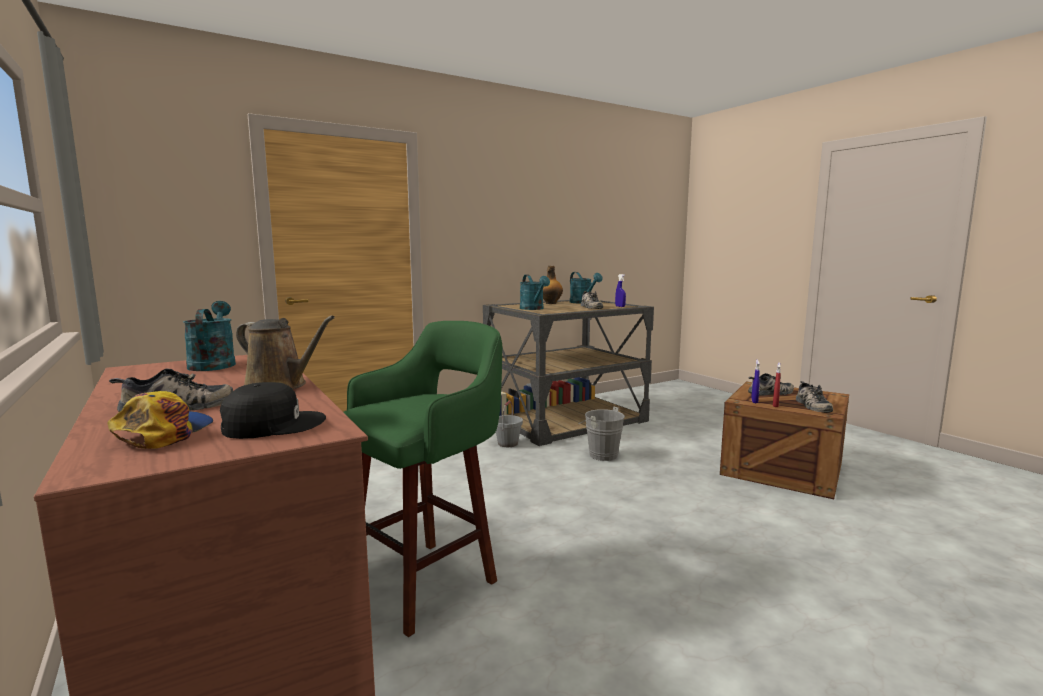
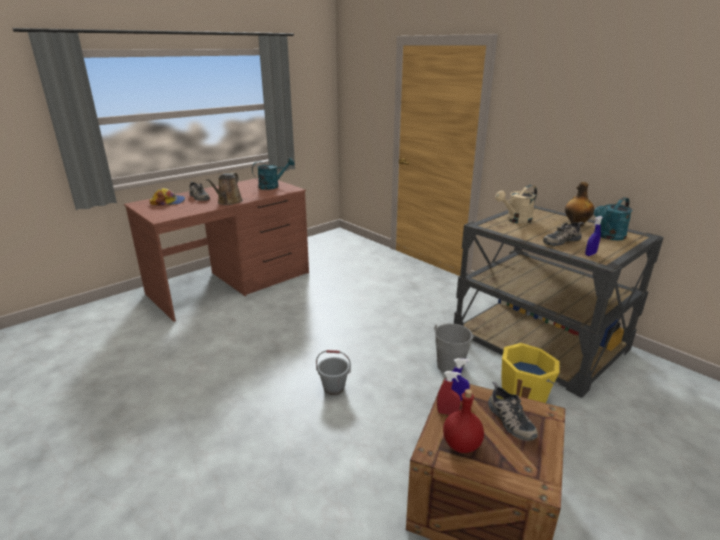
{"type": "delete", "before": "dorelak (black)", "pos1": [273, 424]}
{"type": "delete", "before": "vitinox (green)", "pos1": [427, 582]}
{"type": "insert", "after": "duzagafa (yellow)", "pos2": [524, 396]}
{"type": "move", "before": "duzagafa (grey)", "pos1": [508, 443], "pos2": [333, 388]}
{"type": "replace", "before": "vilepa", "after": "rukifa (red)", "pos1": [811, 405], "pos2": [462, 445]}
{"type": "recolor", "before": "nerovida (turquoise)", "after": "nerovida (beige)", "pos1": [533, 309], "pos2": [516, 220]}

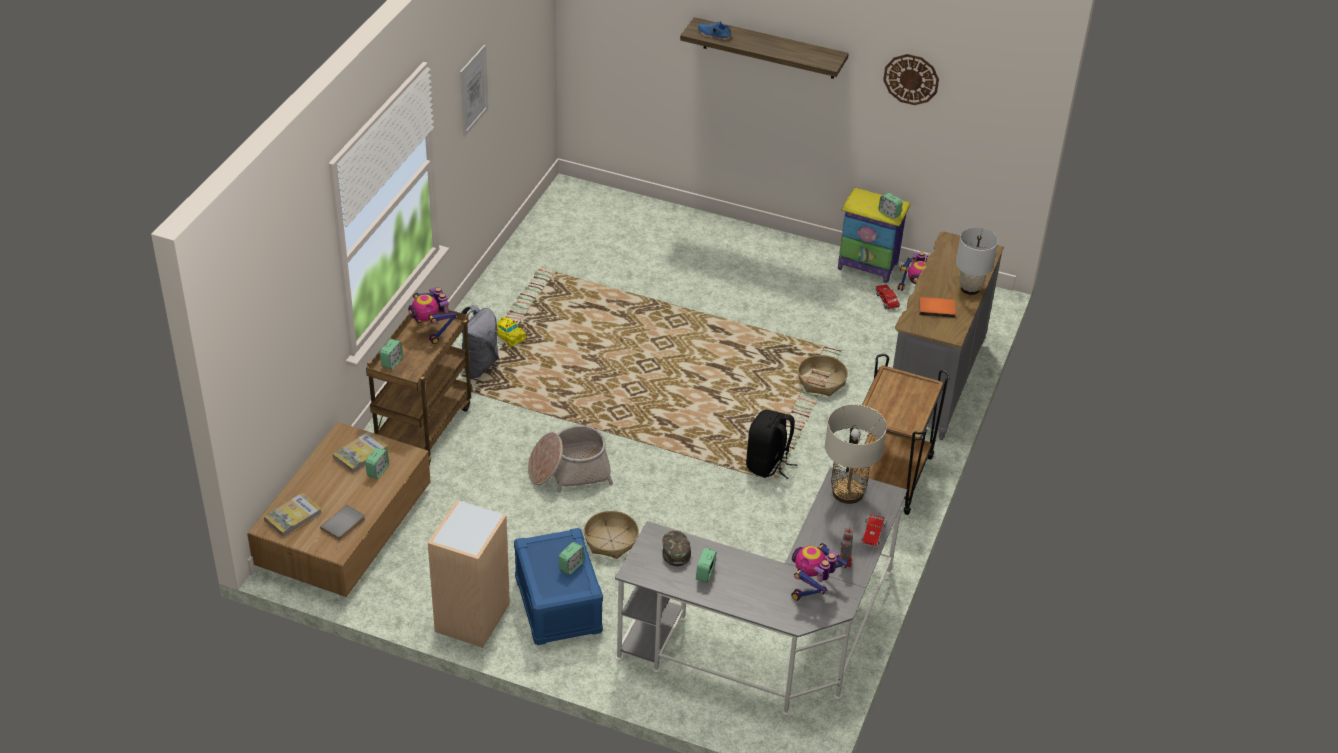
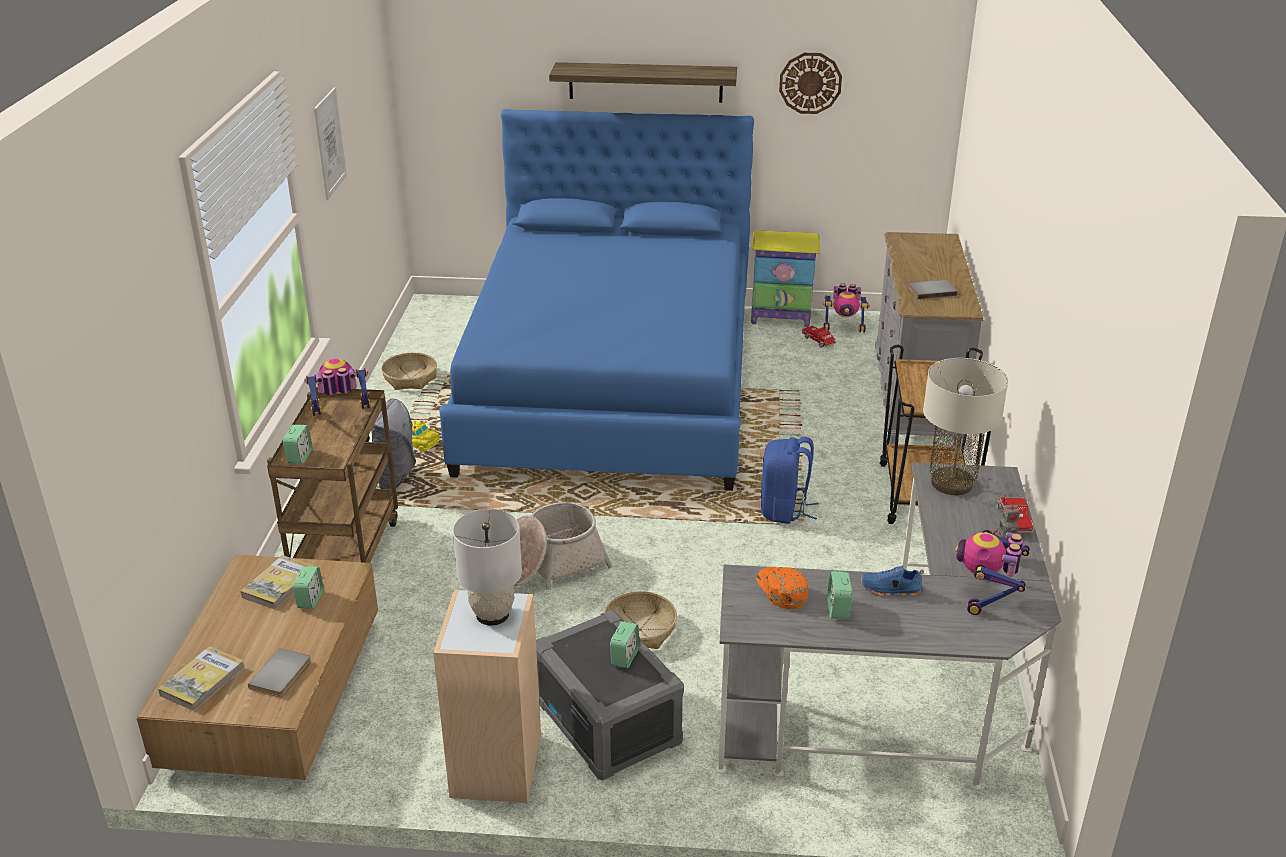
{"type": "delete", "before": "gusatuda", "pos1": [889, 213]}
{"type": "insert", "after": "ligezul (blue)", "pos2": [612, 383]}
{"type": "move", "before": "vilepa (blue)", "pos1": [714, 35], "pos2": [891, 590]}
{"type": "move", "before": "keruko", "pos1": [821, 381], "pos2": [410, 378]}
{"type": "move", "before": "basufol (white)", "pos1": [970, 288], "pos2": [492, 614]}
{"type": "recolor", "before": "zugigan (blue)", "after": "zugigan (grey)", "pos1": [559, 605], "pos2": [608, 722]}
{"type": "recolor", "before": "dorelak (green)", "after": "dorelak (orange)", "pos1": [675, 549], "pos2": [781, 589]}
{"type": "recolor", "before": "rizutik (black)", "after": "rizutik (blue)", "pos1": [768, 464], "pos2": [784, 510]}
{"type": "recolor", "before": "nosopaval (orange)", "after": "nosopaval (grey)", "pos1": [937, 308], "pos2": [931, 290]}
{"type": "rotate", "before": "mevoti", "pos1": [432, 329], "pos2": [341, 415], "turn": 120}

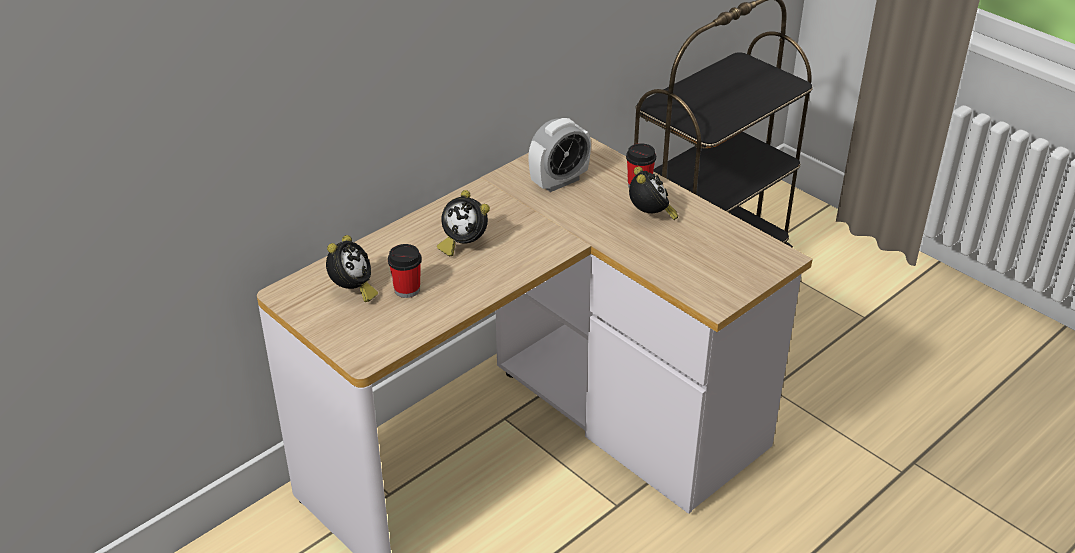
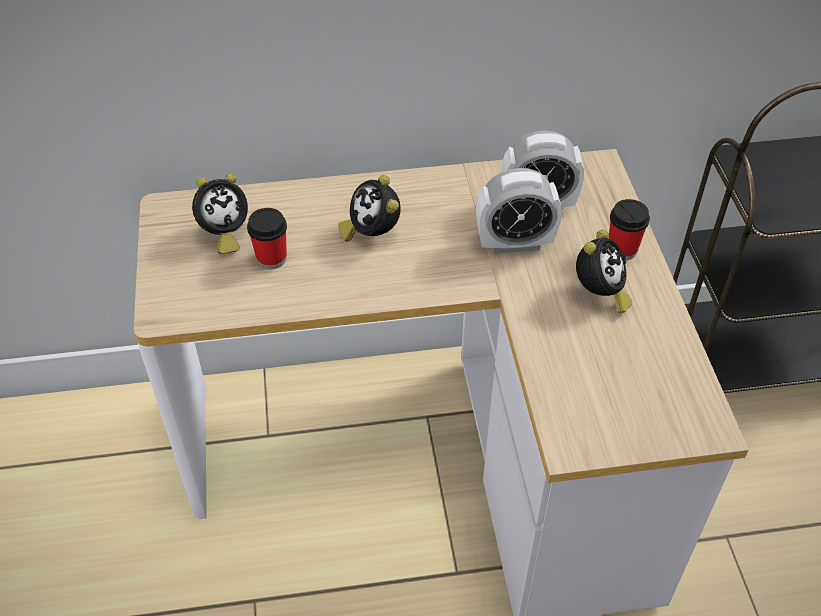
{"type": "insert", "after": "gusatuda", "pos2": [514, 243]}

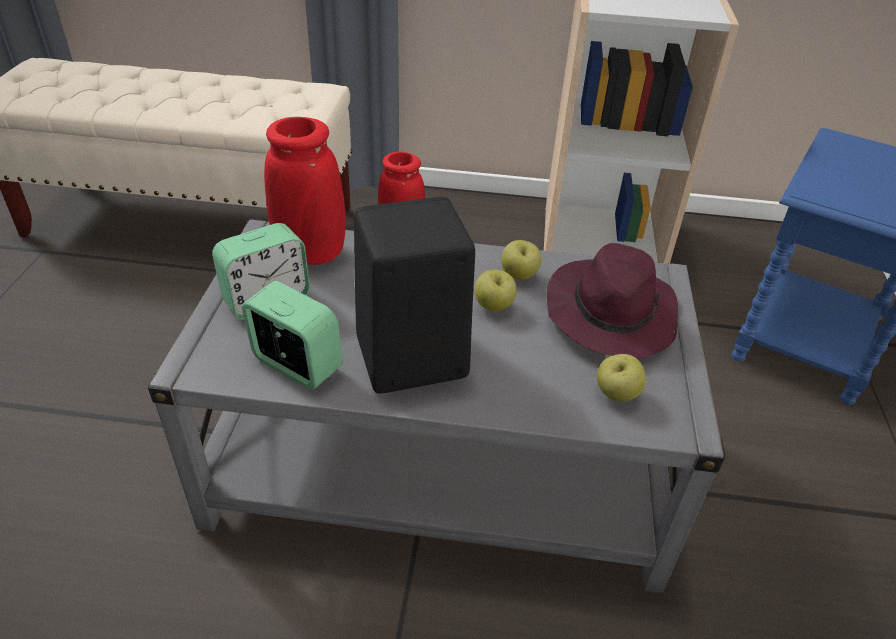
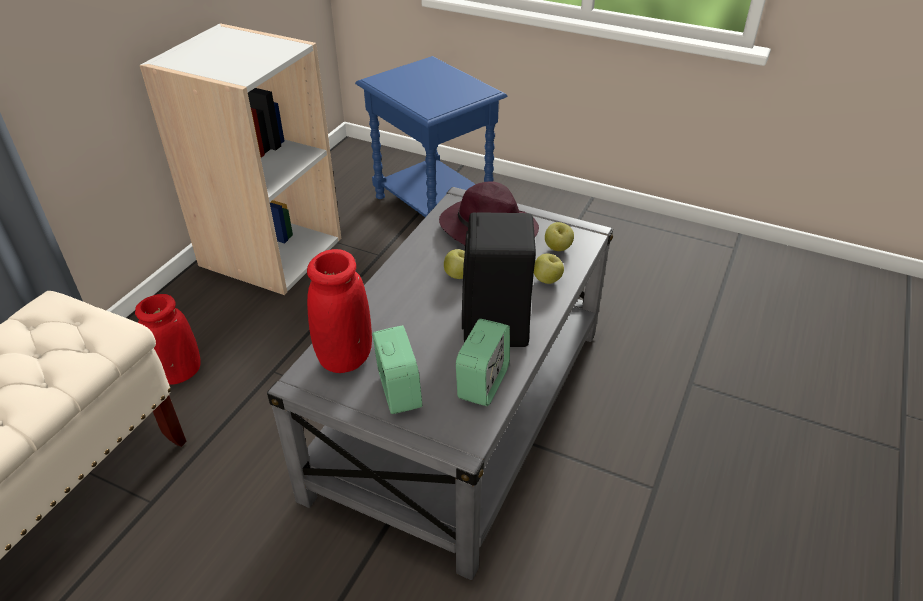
{"type": "move", "before": "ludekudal", "pos1": [519, 276], "pos2": [547, 280]}
{"type": "rotate", "before": "gusatuda", "pos1": [297, 365], "pos2": [483, 383], "turn": 150}

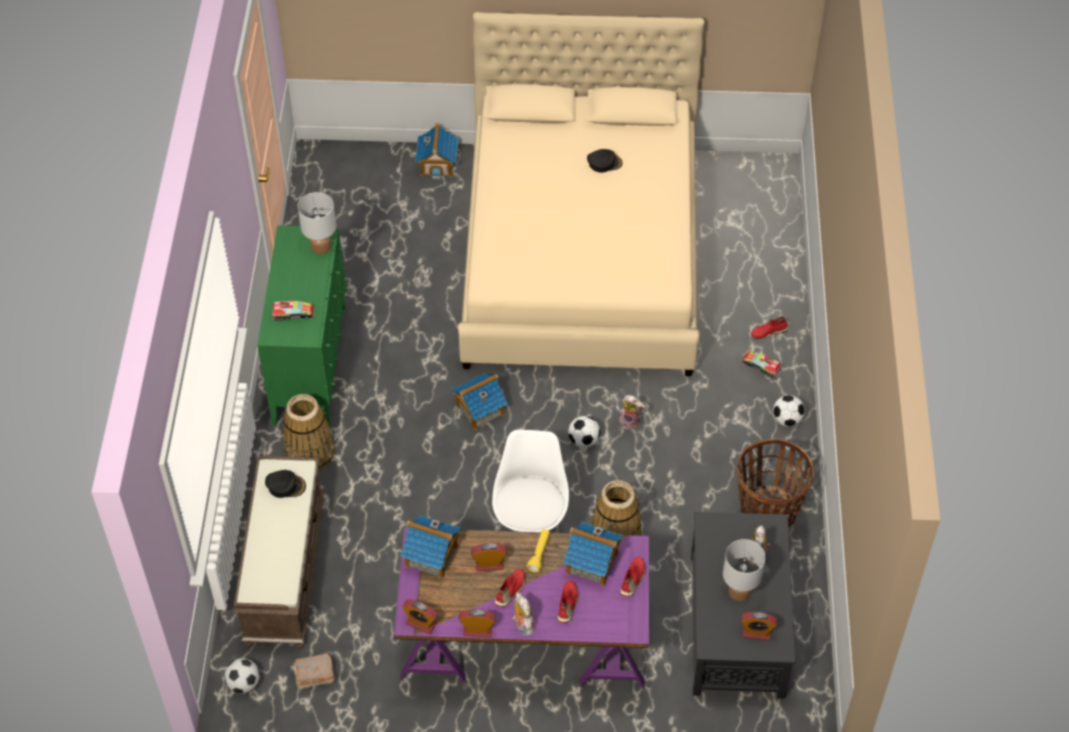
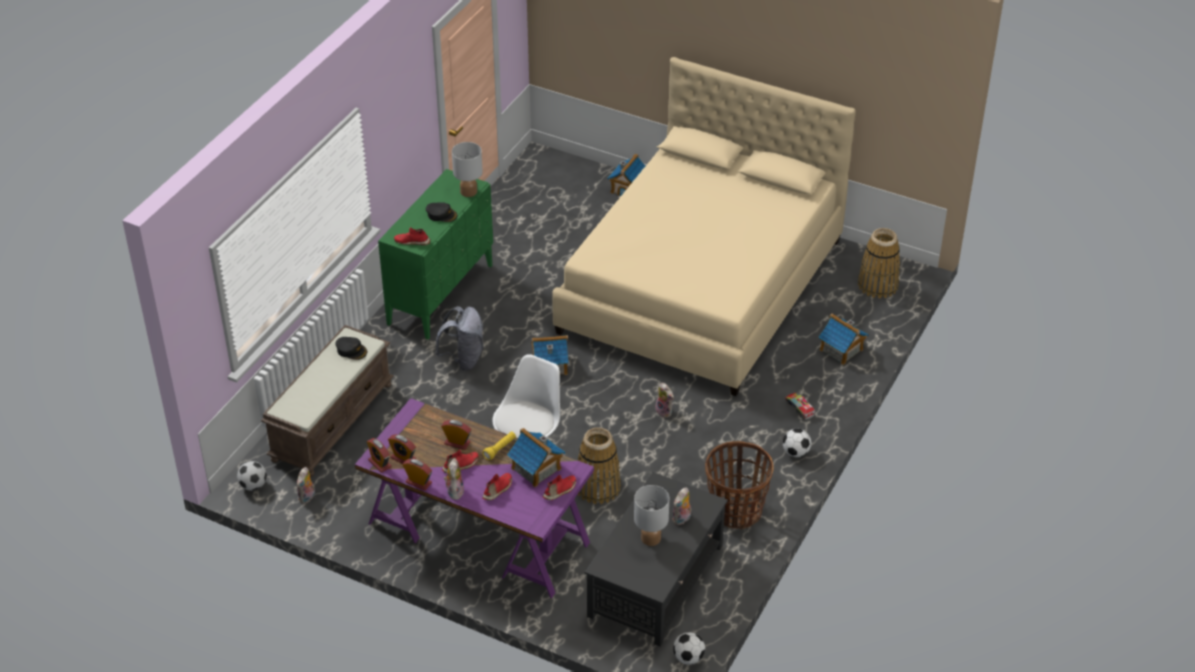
{"type": "delete", "before": "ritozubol", "pos1": [293, 314]}
{"type": "insert", "after": "rizutik (grey)", "pos2": [463, 359]}
{"type": "move", "before": "keruko", "pos1": [310, 453], "pos2": [878, 285]}
{"type": "move", "before": "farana", "pos1": [431, 556], "pos2": [841, 350]}
{"type": "move", "before": "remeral", "pos1": [584, 441], "pos2": [688, 658]}
{"type": "move", "before": "dorelak (black)", "pos1": [604, 163], "pos2": [441, 214]}
{"type": "move", "before": "gusatuda", "pos1": [756, 632], "pos2": [403, 458]}
{"type": "move", "before": "vilepa (red)", "pos1": [769, 332], "pos2": [412, 241]}
{"type": "replace", "before": "nosopaval (brown)", "after": "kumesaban", "pos1": [314, 675], "pos2": [307, 498]}

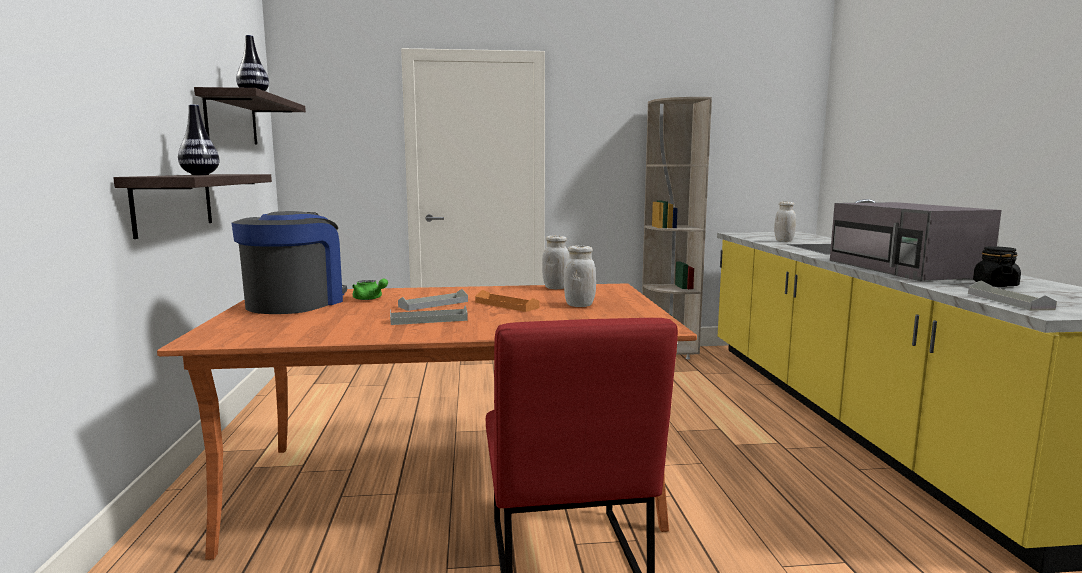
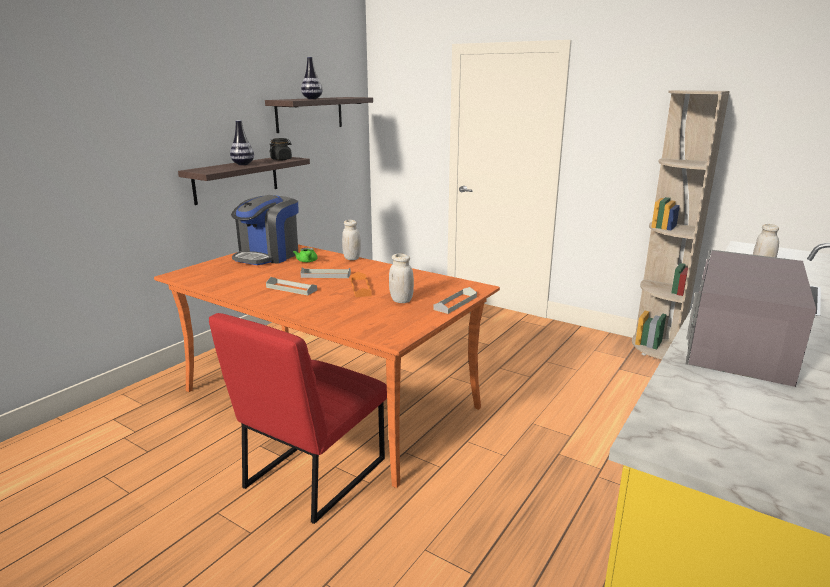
{"type": "move", "before": "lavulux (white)", "pos1": [556, 288], "pos2": [352, 258]}
{"type": "move", "before": "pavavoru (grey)", "pos1": [1008, 301], "pos2": [455, 303]}
{"type": "move", "before": "lavulux (black)", "pos1": [994, 285], "pos2": [281, 159]}
{"type": "rotate", "before": "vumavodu", "pos1": [296, 303], "pos2": [268, 256], "turn": 150}

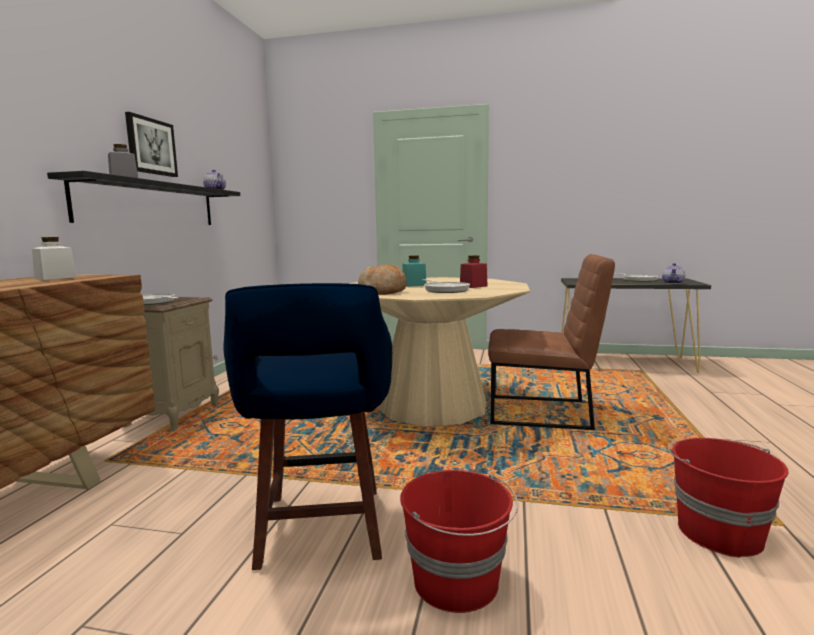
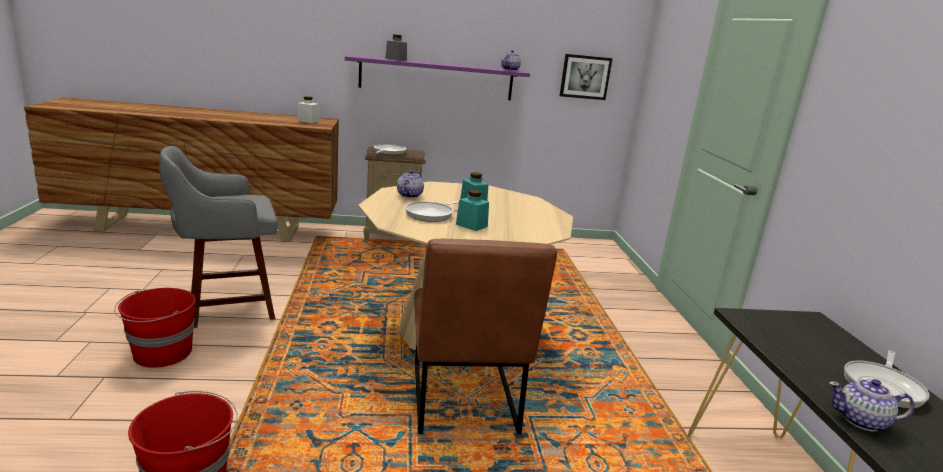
{"type": "move", "before": "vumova", "pos1": [151, 146], "pos2": [585, 77]}
{"type": "replace", "before": "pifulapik", "after": "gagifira", "pos1": [383, 292], "pos2": [409, 195]}
{"type": "recolor", "before": "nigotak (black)", "after": "nigotak (purple)", "pos1": [151, 204], "pos2": [436, 78]}
{"type": "recolor", "before": "vitinox (blue)", "after": "vitinox (grey)", "pos1": [320, 531], "pos2": [226, 307]}
{"type": "recolor", "before": "lavulux (red)", "after": "lavulux (turquoise)", "pos1": [473, 286], "pos2": [471, 225]}

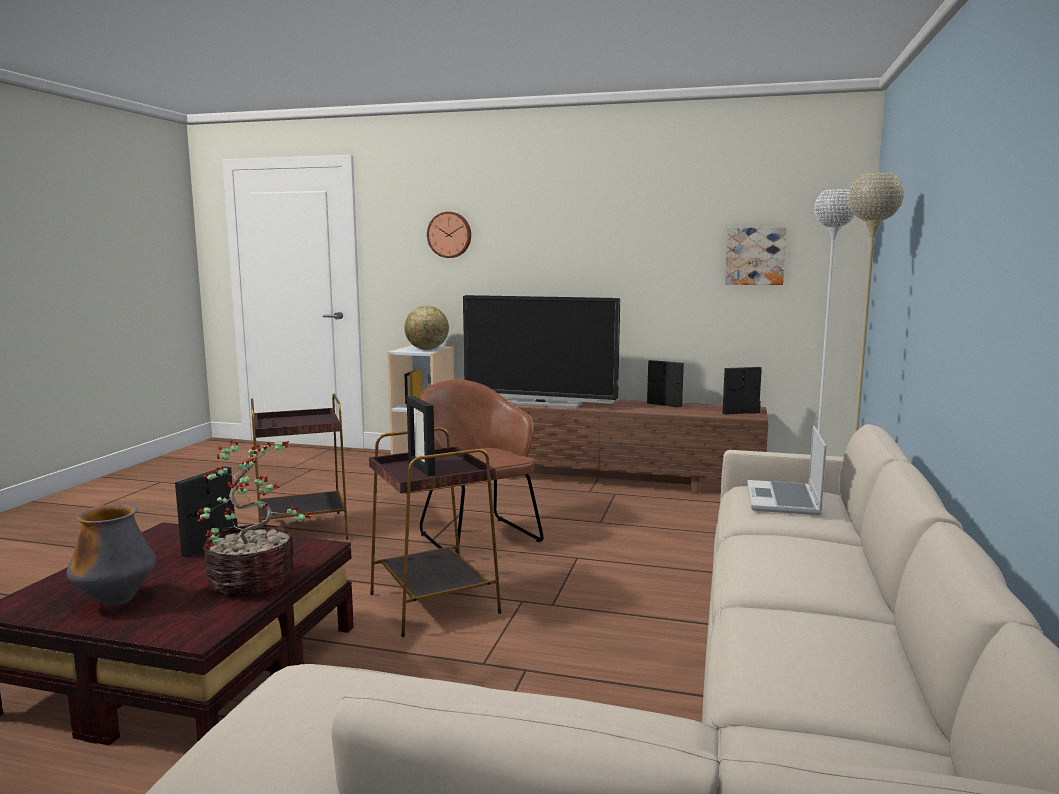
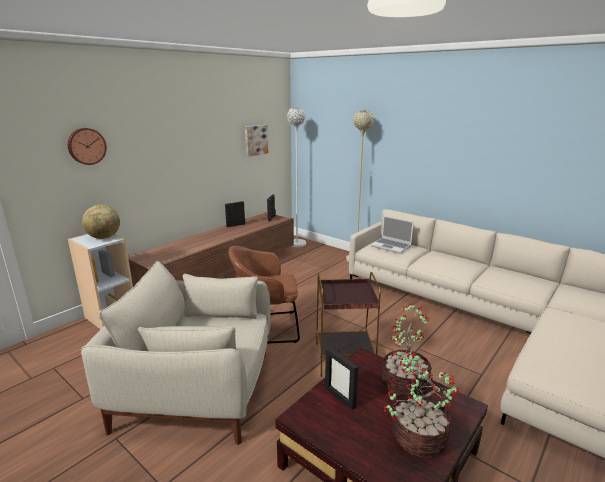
{"type": "delete", "before": "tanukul", "pos1": [422, 468]}
{"type": "delete", "before": "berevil", "pos1": [540, 403]}
{"type": "replace", "before": "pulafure", "after": "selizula", "pos1": [116, 601], "pos2": [417, 437]}
{"type": "replace", "before": "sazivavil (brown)", "after": "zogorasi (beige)", "pos1": [303, 530], "pos2": [196, 389]}

